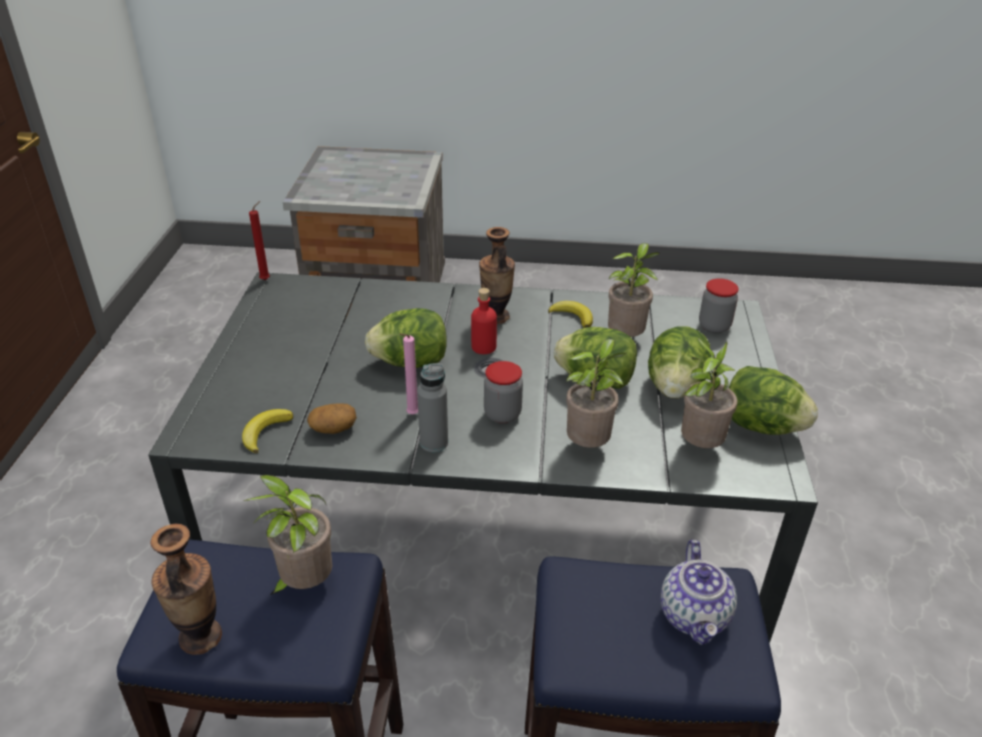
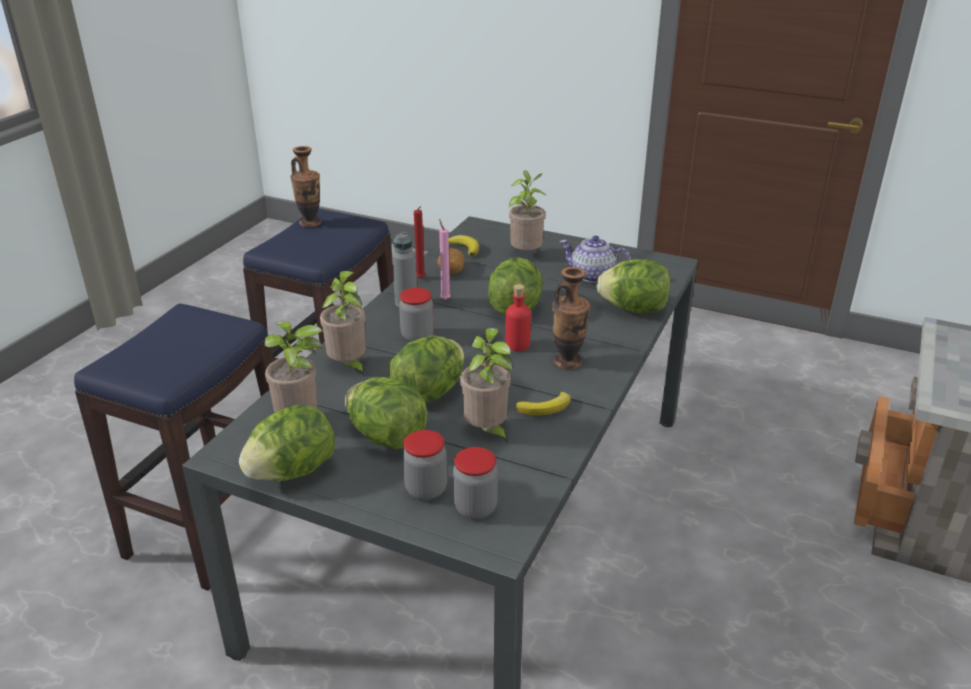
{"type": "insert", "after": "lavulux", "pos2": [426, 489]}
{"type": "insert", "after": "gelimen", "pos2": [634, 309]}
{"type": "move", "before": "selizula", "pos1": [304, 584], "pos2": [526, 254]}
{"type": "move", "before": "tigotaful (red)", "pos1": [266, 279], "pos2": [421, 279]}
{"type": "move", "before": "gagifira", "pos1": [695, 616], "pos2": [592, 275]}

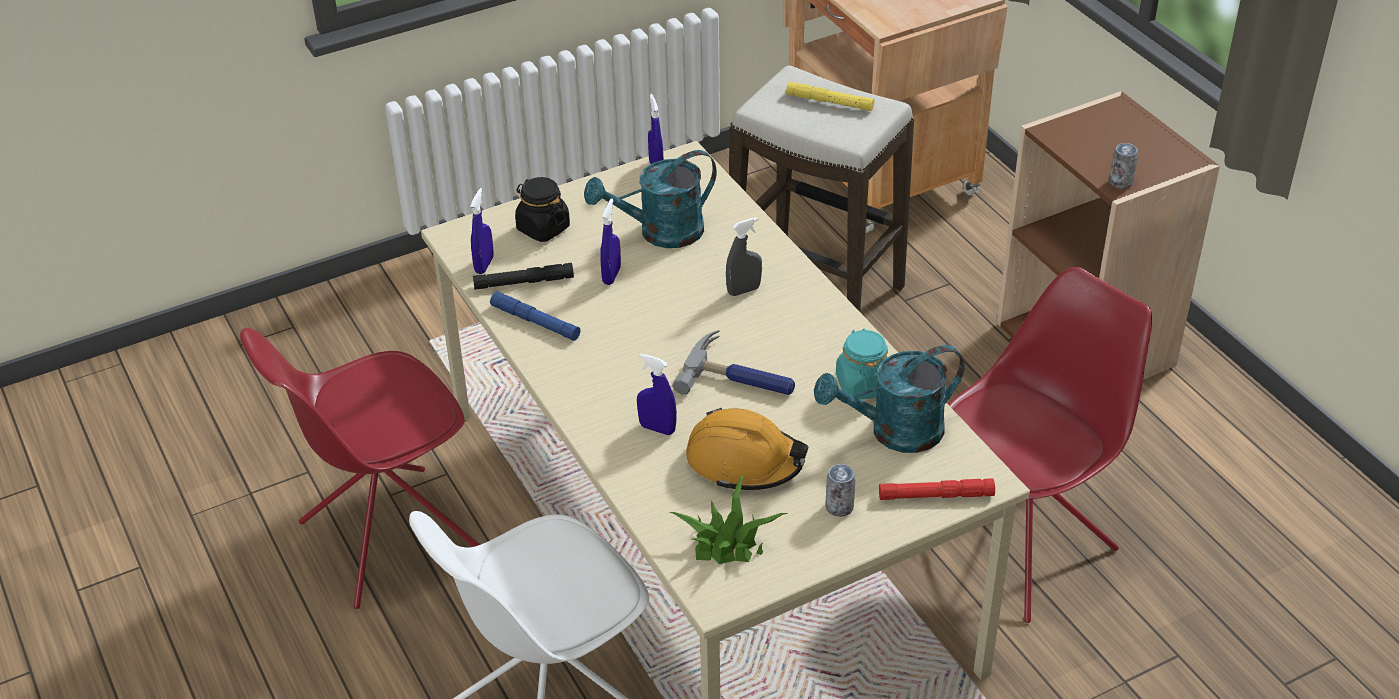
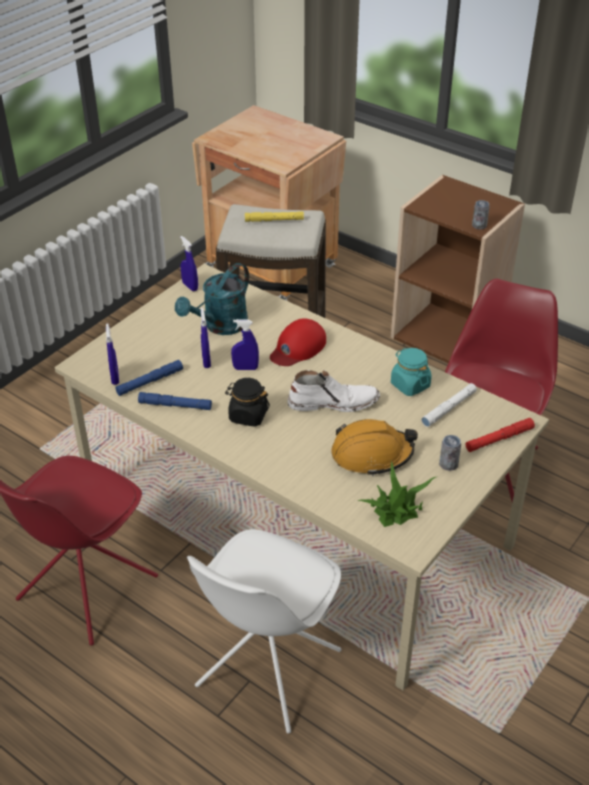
{"type": "move", "before": "lavulux (black)", "pos1": [543, 228], "pos2": [248, 415]}
{"type": "move", "before": "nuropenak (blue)", "pos1": [657, 428], "pos2": [245, 368]}
{"type": "replace", "before": "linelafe", "after": "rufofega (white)", "pos1": [741, 377], "pos2": [333, 402]}
{"type": "replace", "before": "nuropenak (grey)", "after": "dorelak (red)", "pos1": [744, 290], "pos2": [297, 347]}
{"type": "replace", "before": "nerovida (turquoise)", "after": "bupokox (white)", "pos1": [894, 433], "pos2": [449, 408]}
{"type": "recolor", "before": "bupokox (black)", "after": "bupokox (blue)", "pos1": [524, 282], "pos2": [150, 381]}

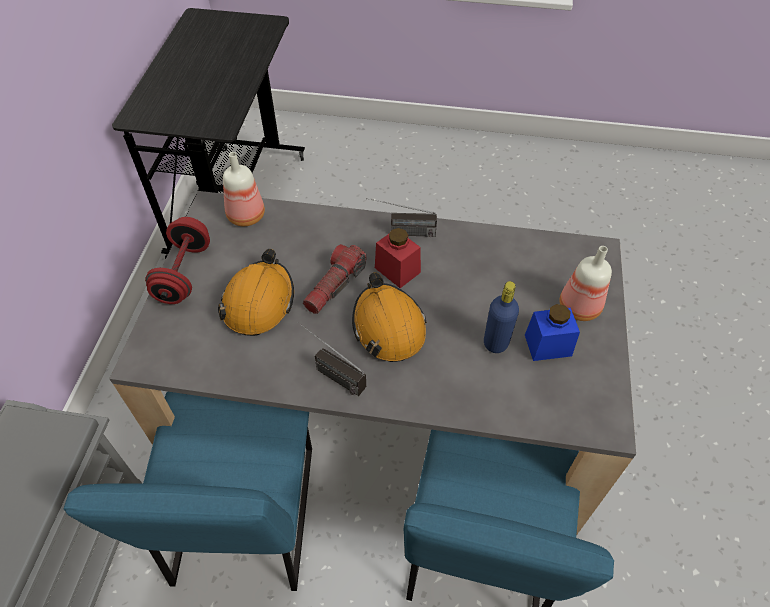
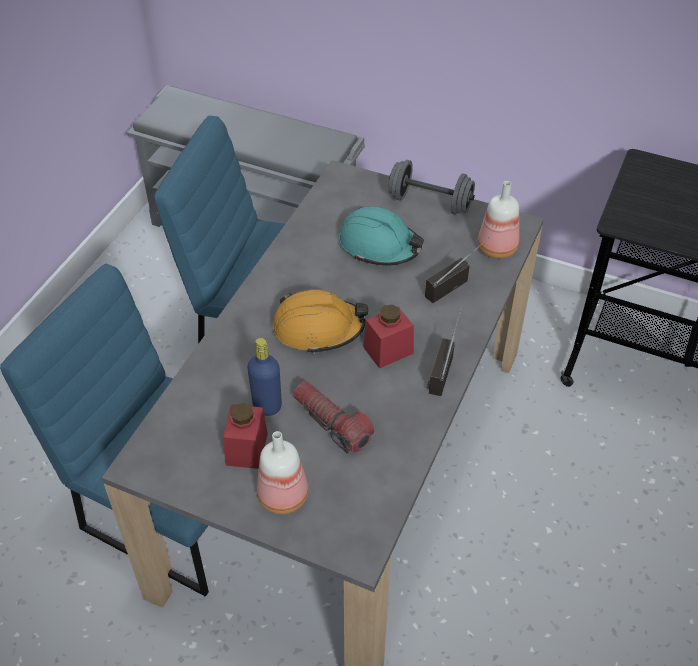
{"type": "move", "before": "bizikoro", "pos1": [329, 372], "pos2": [454, 282]}
{"type": "move", "before": "bupokox", "pos1": [334, 286], "pos2": [332, 423]}
{"type": "recolor", "before": "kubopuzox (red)", "after": "kubopuzox (grey)", "pos1": [184, 273], "pos2": [430, 202]}
{"type": "recolor", "before": "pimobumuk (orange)", "after": "pimobumuk (turquoise)", "pos1": [259, 302], "pos2": [379, 246]}
{"type": "recolor", "before": "lavulux (blue)", "after": "lavulux (red)", "pos1": [548, 345], "pos2": [246, 449]}

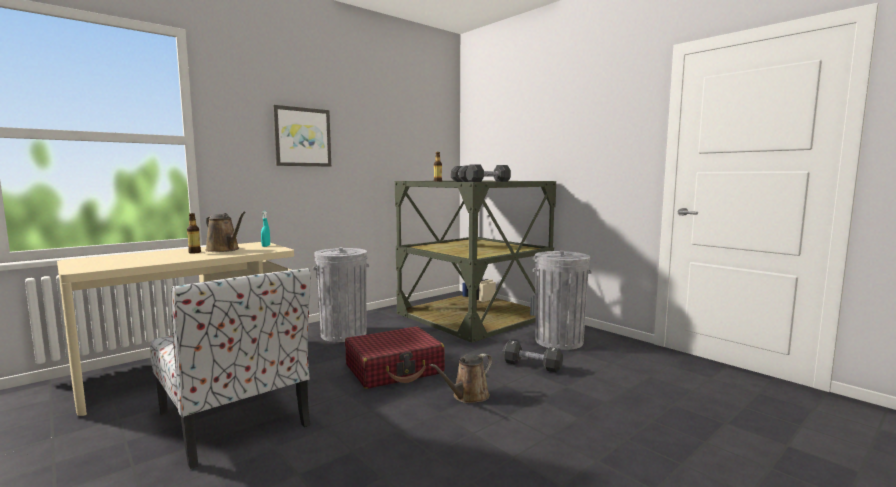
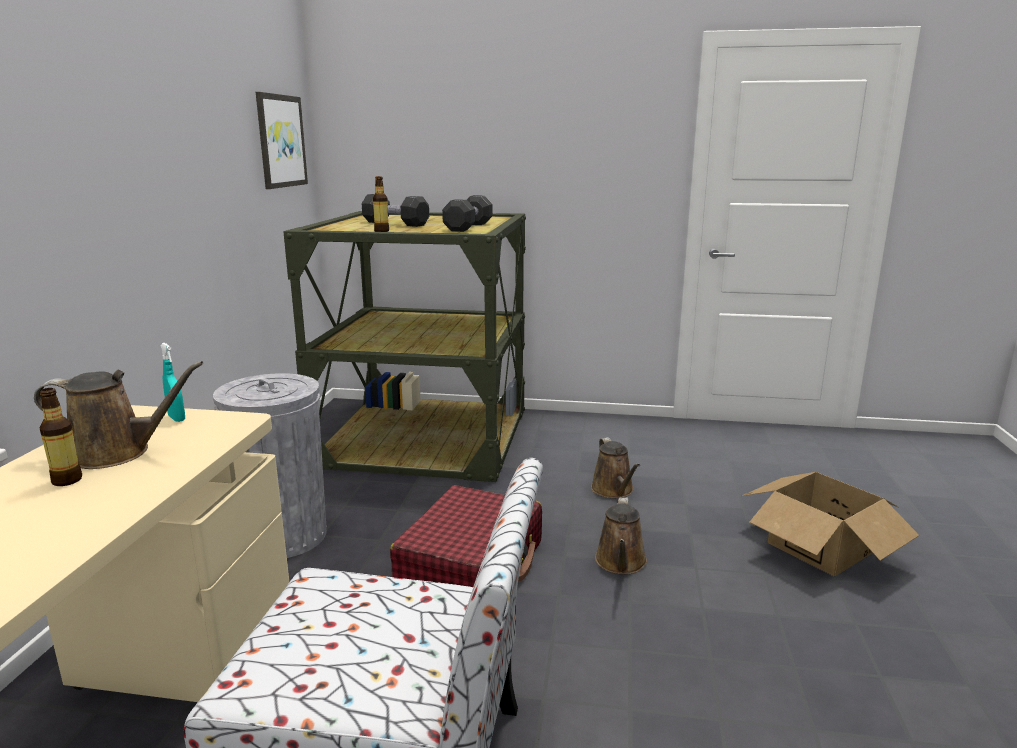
{"type": "delete", "before": "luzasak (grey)", "pos1": [559, 341]}
{"type": "insert", "after": "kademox", "pos2": [819, 546]}
{"type": "move", "before": "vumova", "pos1": [302, 137], "pos2": [280, 141]}
{"type": "replace", "before": "kubopuzox (black)", "after": "nerovida (brown)", "pos1": [532, 366], "pos2": [614, 490]}

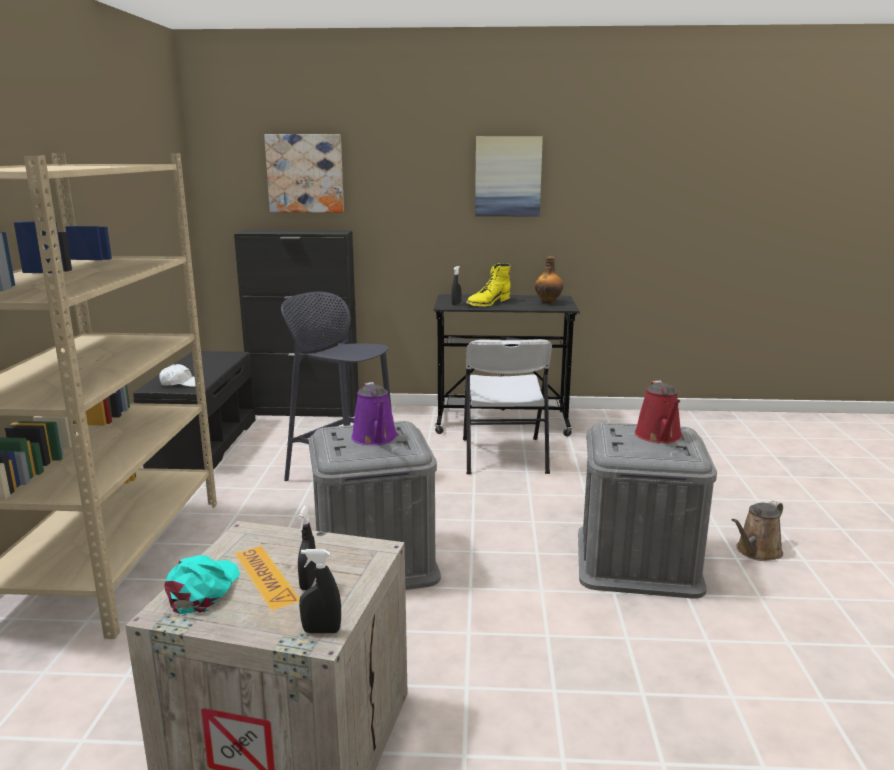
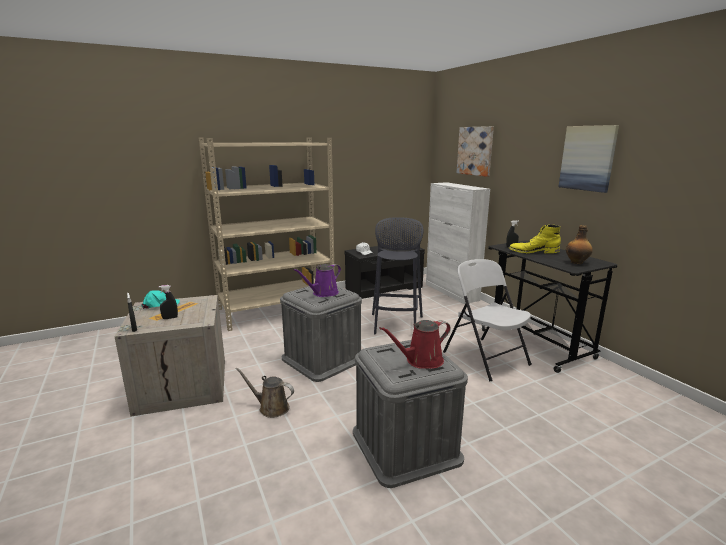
{"type": "move", "before": "nerovida (brown)", "pos1": [756, 552], "pos2": [271, 408]}
{"type": "recolor", "before": "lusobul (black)", "after": "lusobul (white)", "pos1": [306, 410], "pos2": [451, 292]}
{"type": "rotate", "before": "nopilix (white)", "pos1": [503, 456], "pos2": [486, 358], "turn": 90}

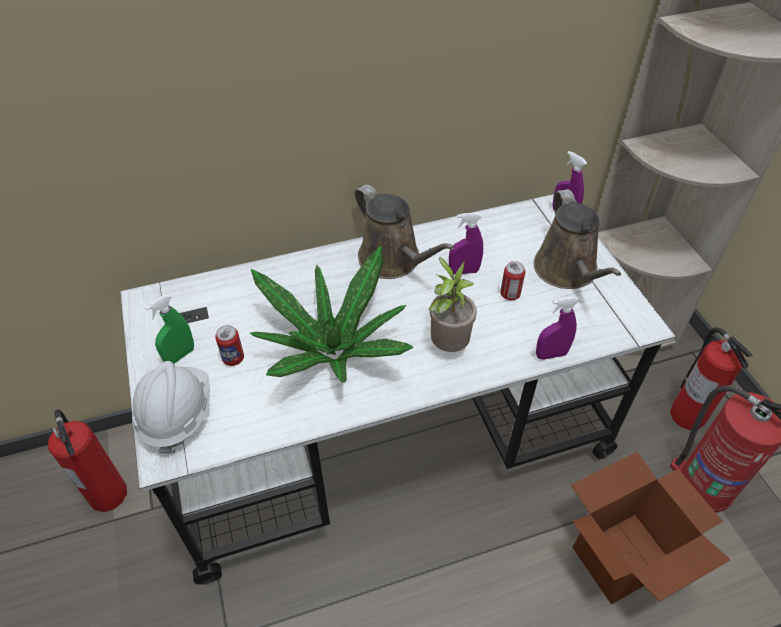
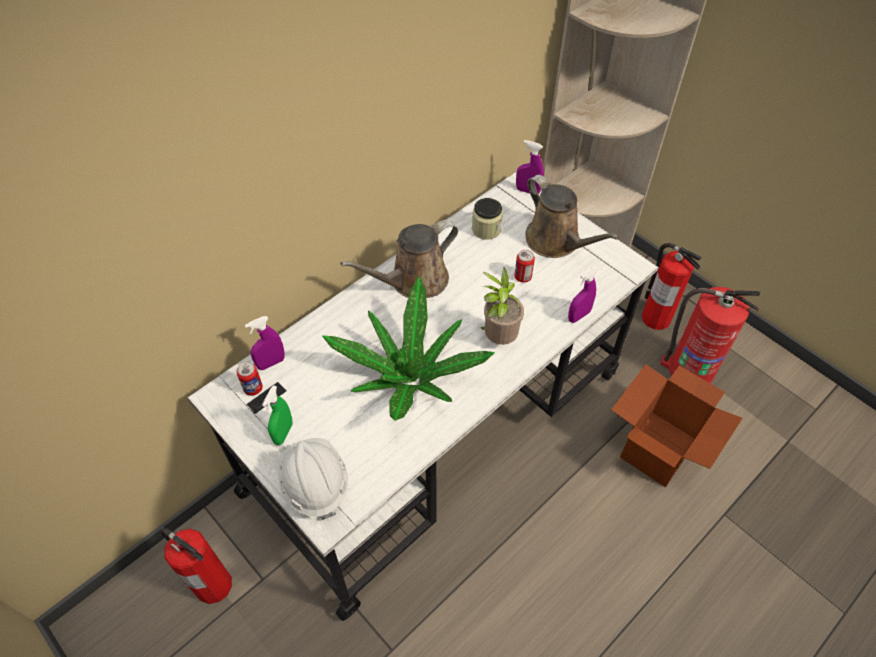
{"type": "insert", "after": "lavulux", "pos2": [486, 229]}
{"type": "move", "before": "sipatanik", "pos1": [233, 358], "pos2": [253, 388]}
{"type": "move", "before": "nuropenak (purple)", "pos1": [463, 271], "pos2": [271, 363]}
{"type": "rotate", "before": "nerovida (brown)", "pos1": [393, 260], "pos2": [414, 281], "turn": 120}

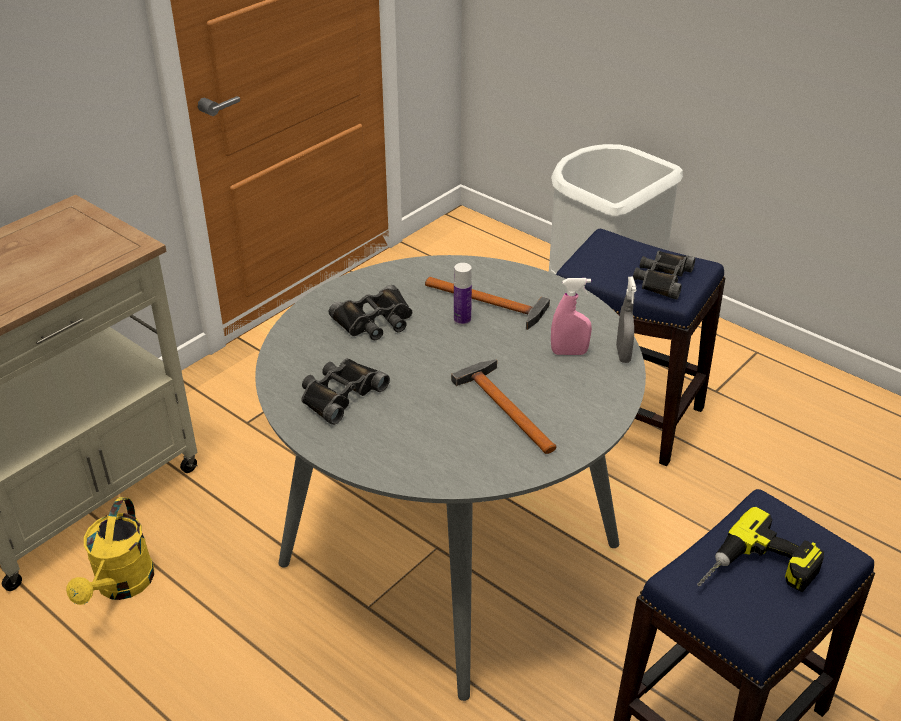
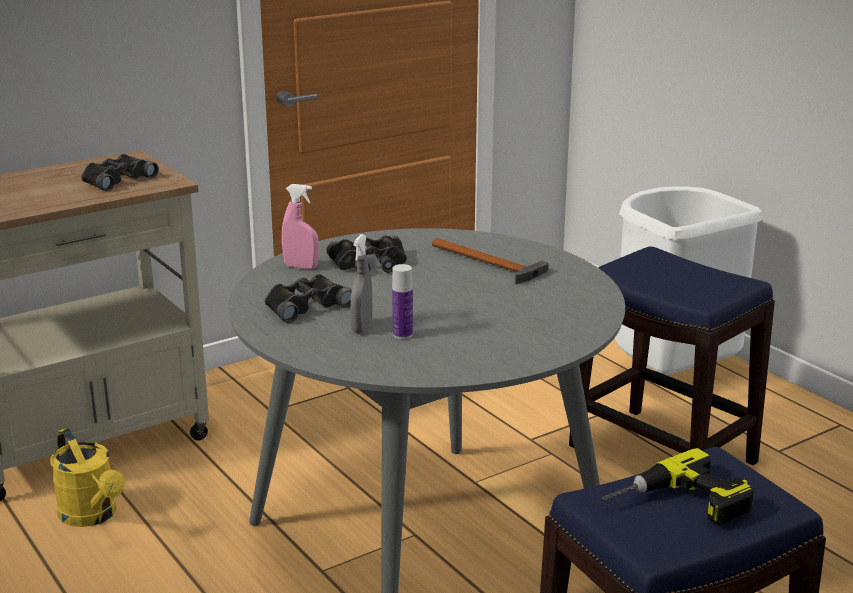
{"type": "delete", "before": "linelafe", "pos1": [505, 406]}
{"type": "move", "before": "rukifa", "pos1": [462, 320], "pos2": [402, 335]}
{"type": "move", "before": "nuropenak (pink)", "pos1": [569, 352], "pos2": [301, 267]}
{"type": "move", "before": "nuropenak (grey)", "pos1": [623, 354], "pos2": [362, 327]}
{"type": "move", "before": "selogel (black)", "pos1": [662, 279], "pos2": [116, 179]}
{"type": "rotate", "before": "nerovida (yellow)", "pos1": [121, 586], "pos2": [93, 516], "turn": -60}

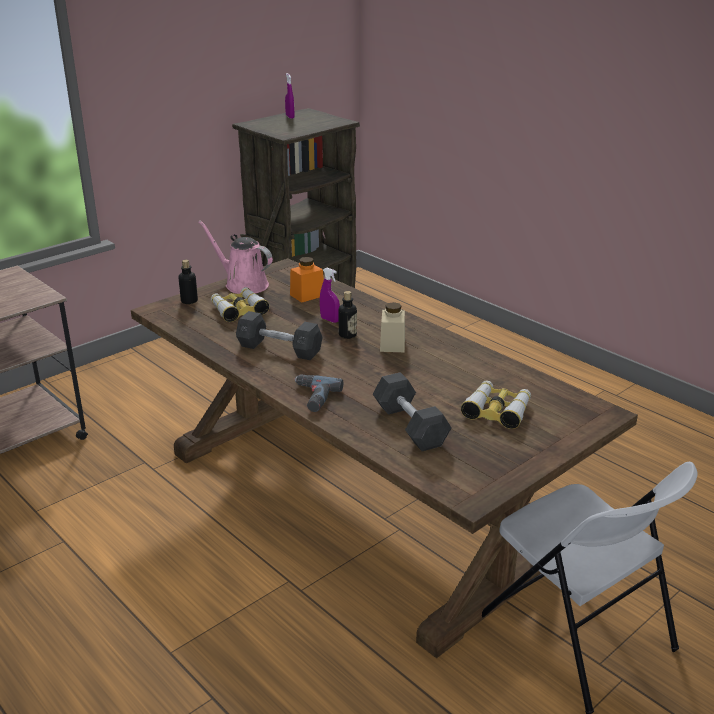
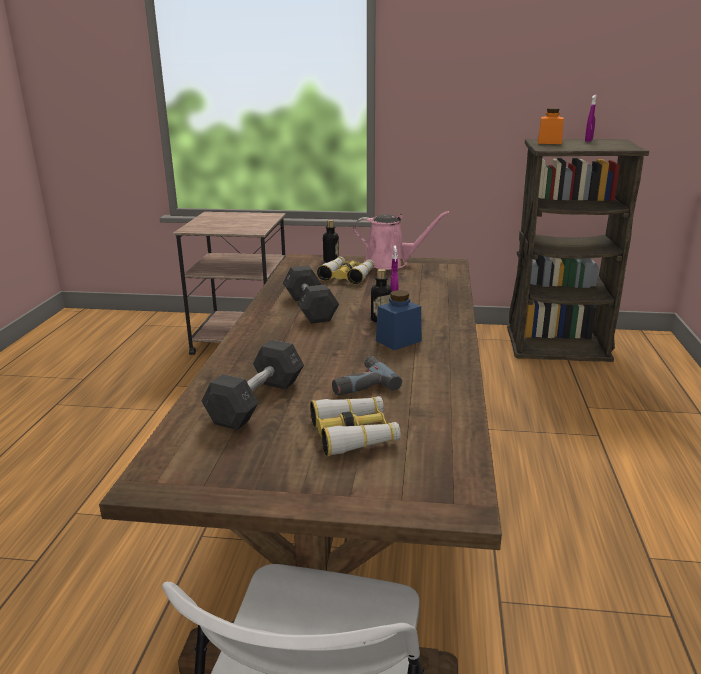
{"type": "move", "before": "lavulux (orange)", "pos1": [307, 295], "pos2": [549, 142]}
{"type": "move", "before": "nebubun", "pos1": [312, 397], "pos2": [360, 383]}
{"type": "recolor", "before": "lavulux (beige)", "after": "lavulux (blue)", "pos1": [392, 344], "pos2": [398, 341]}
{"type": "rotate", "before": "nerovida (pink)", "pos1": [243, 284], "pos2": [390, 263], "turn": 105}

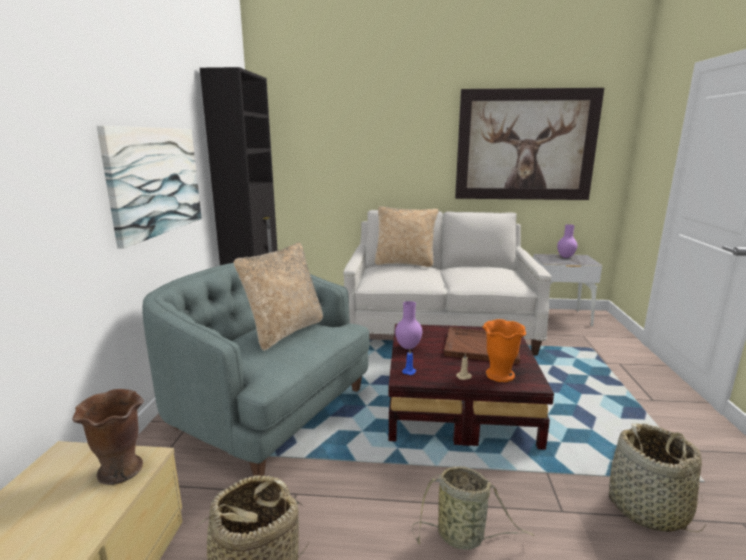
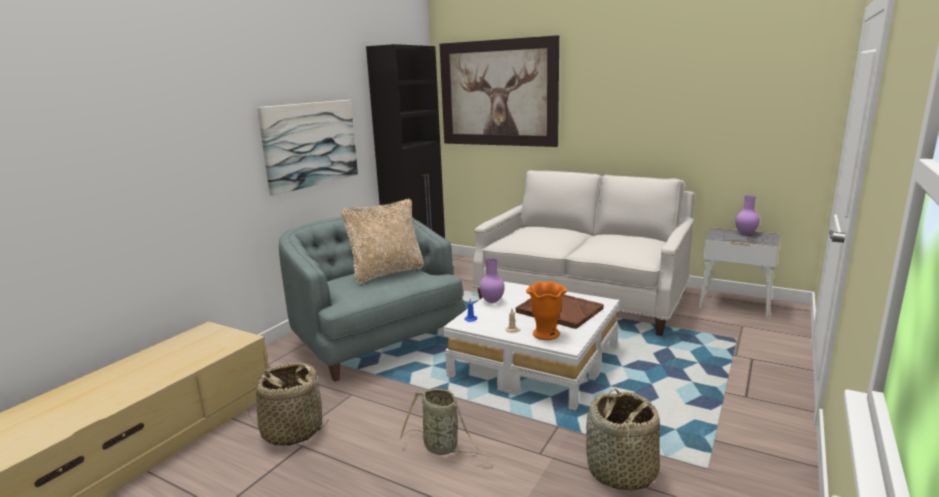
{"type": "delete", "before": "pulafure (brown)", "pos1": [121, 470]}
{"type": "delete", "before": "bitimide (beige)", "pos1": [405, 264]}
{"type": "move", "before": "vumova", "pos1": [525, 145], "pos2": [498, 93]}
{"type": "recolor", "before": "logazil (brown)", "after": "logazil (white)", "pos1": [459, 402], "pos2": [536, 361]}

